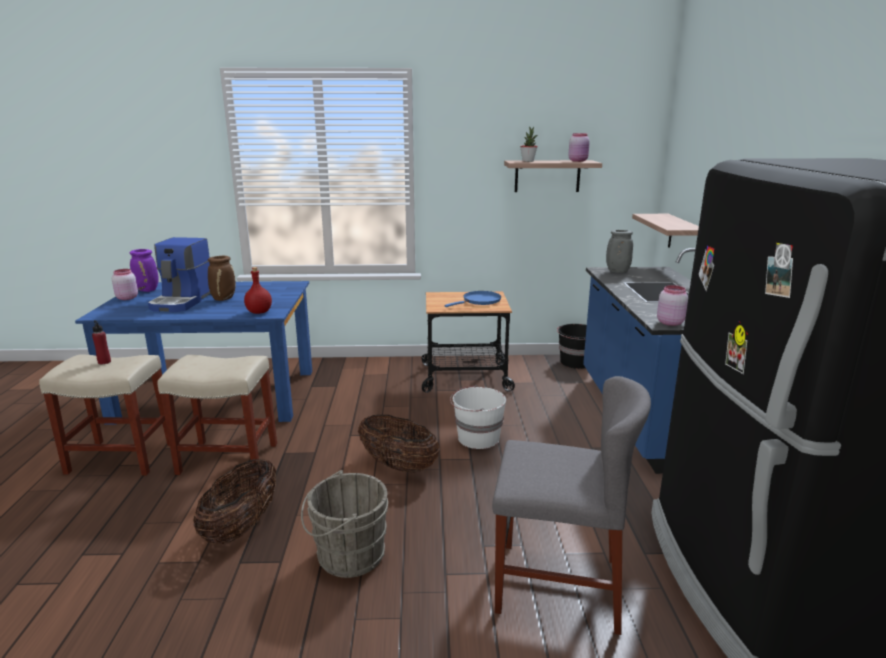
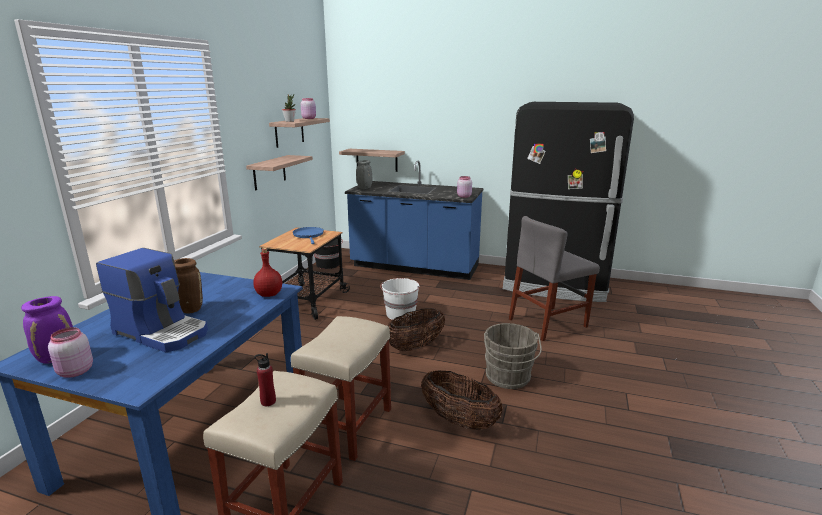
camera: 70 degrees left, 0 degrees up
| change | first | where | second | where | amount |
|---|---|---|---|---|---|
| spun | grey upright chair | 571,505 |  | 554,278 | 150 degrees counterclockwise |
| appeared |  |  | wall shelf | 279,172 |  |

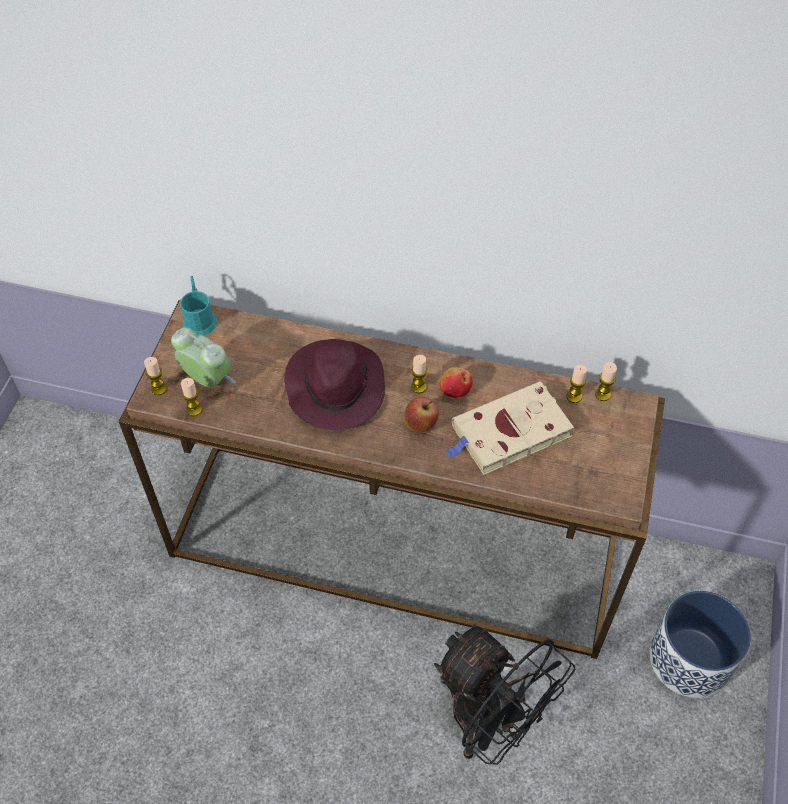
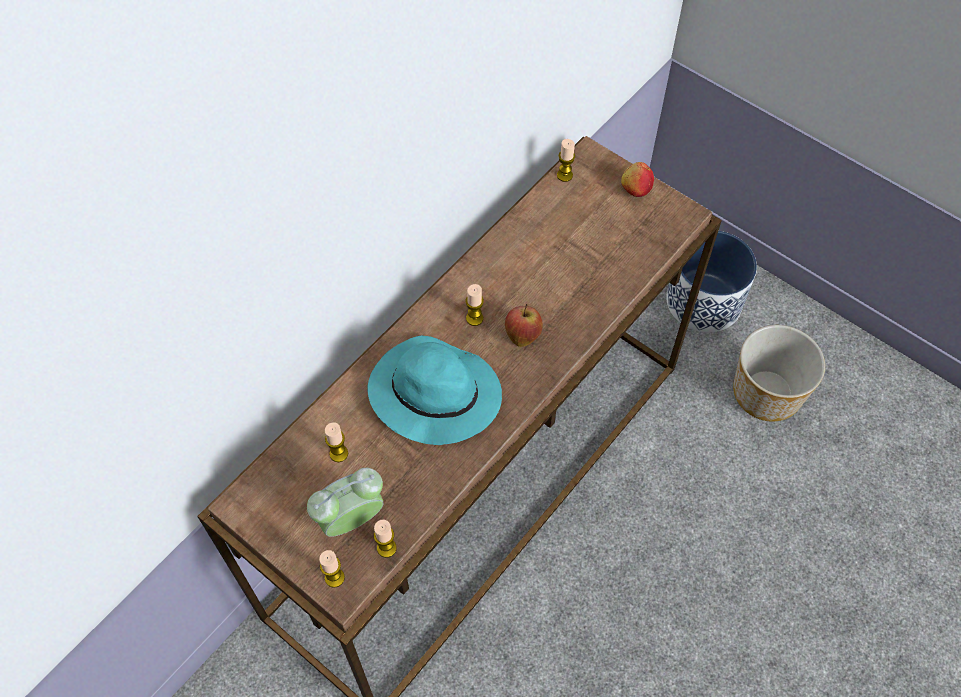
camera: 65 degrees left, 5 degrees up
| change | first | where | second | where | amount |
|---|---|---|---|---|---|
| missing | turquoise-coloured coffee mug | 198,306 |  |  |  |
| colour | purple-coloured wearable hat | 334,384 | turquoise-coloured wearable hat | 434,390 |  |
| missing | black cooling fan | 505,694 |  |  |  |
| relocated | apple fruit | 456,382 |  | 637,179 |  |
| missing | beige-coloured volume | 509,428 |  |  |  |
| relocated | wax light | 576,384 |  | 336,442 |  |
| appeared |  |  | plant pot | 779,373 |  |

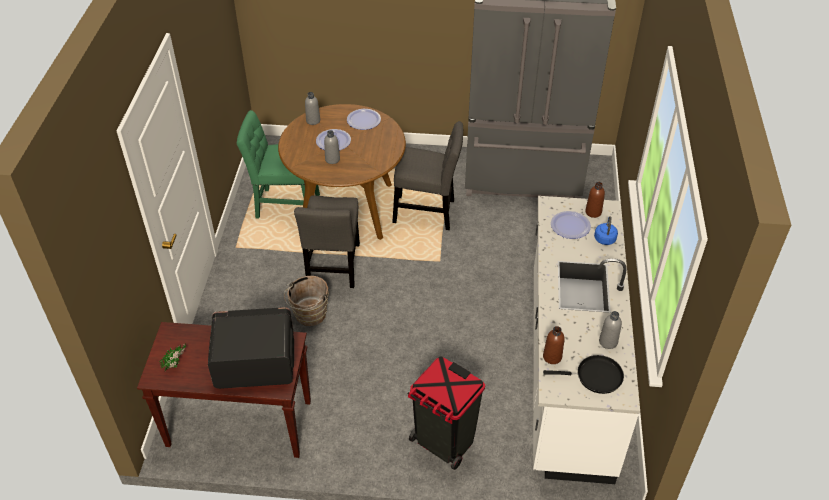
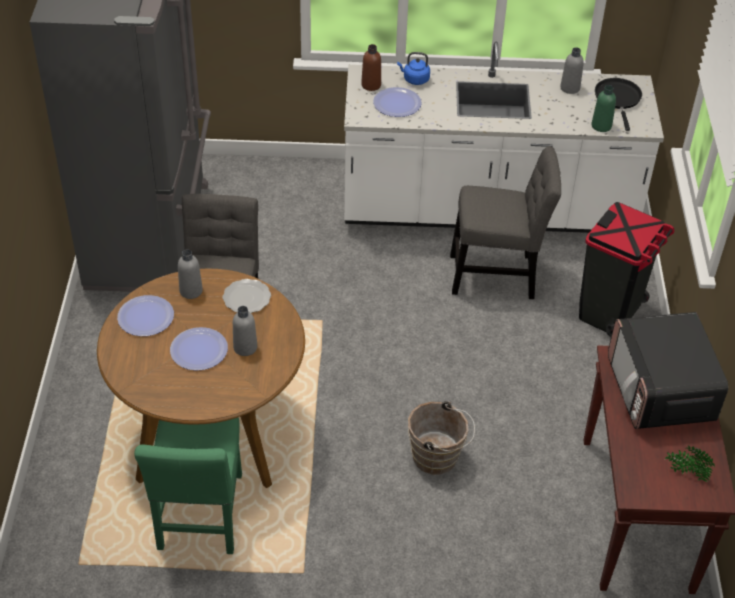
camera: 95 degrees left, 0 degrees up
| change | first | where | second | where | amount |
|---|---|---|---|---|---|
| relocated | grey upright chair | 327,242 |  | 505,222 |  |
| relocated | grey bottle | 312,108 |  | 190,274 |  |
| colour | brownish bottle | 554,345 | green bottle | 604,108 |  |
| appeared |  |  | dinner plate | 247,296 |  |

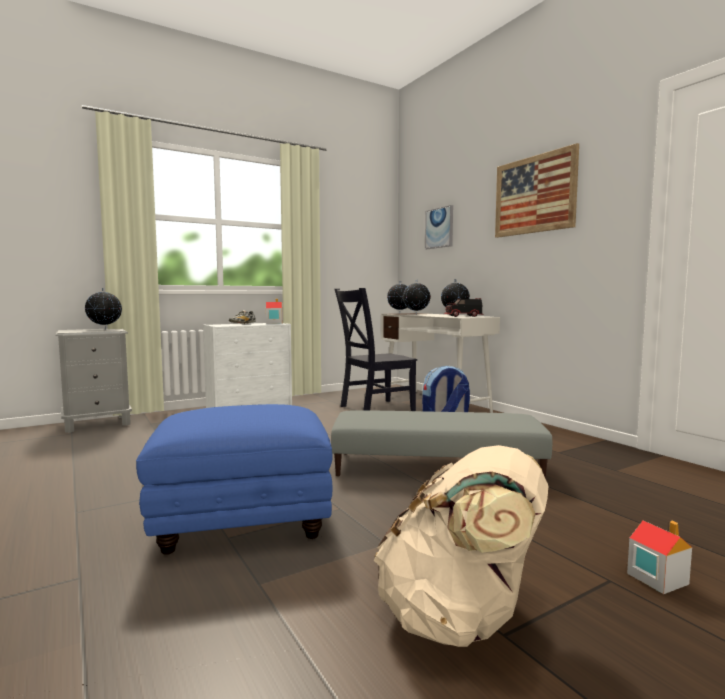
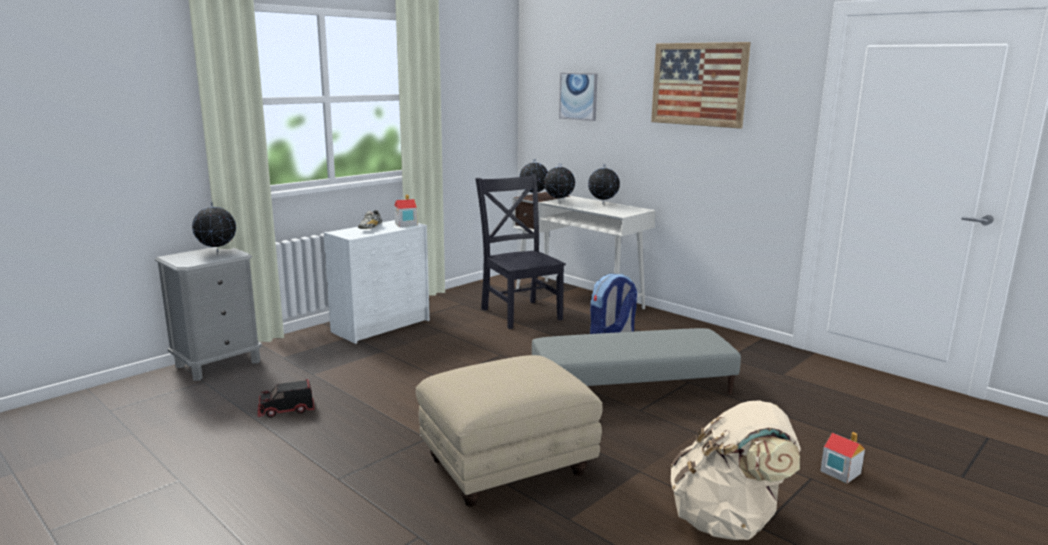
camera: 15 degrees left, 10 degrees up
| change | first | where | second | where | amount |
|---|---|---|---|---|---|
| colour | bluish pouffe | 234,479 | beige-coloured pouffe | 509,431 |  |
| spun | black upright chair | 375,349 |  | 520,251 | 105 degrees clockwise |
| relocated | toy lorry | 463,307 |  | 286,398 |  |

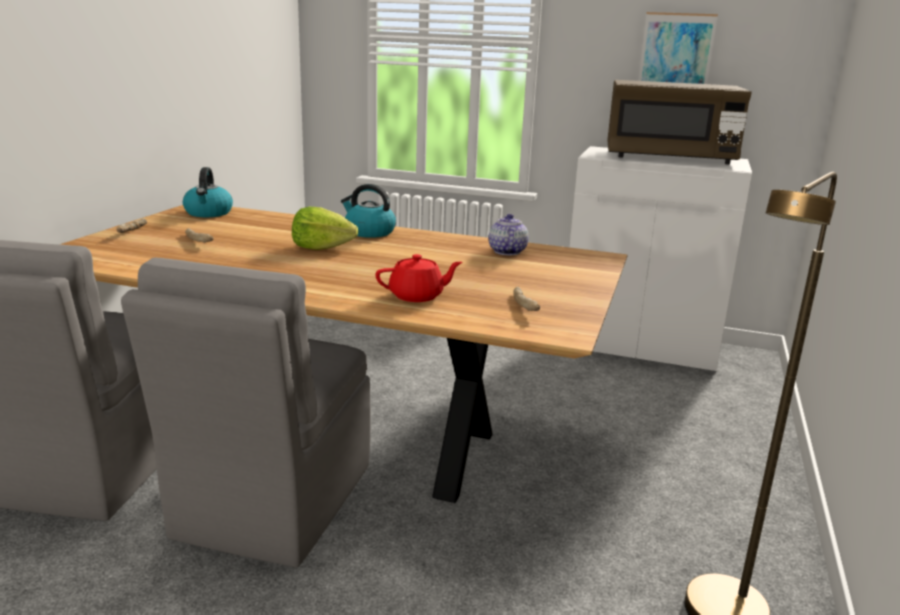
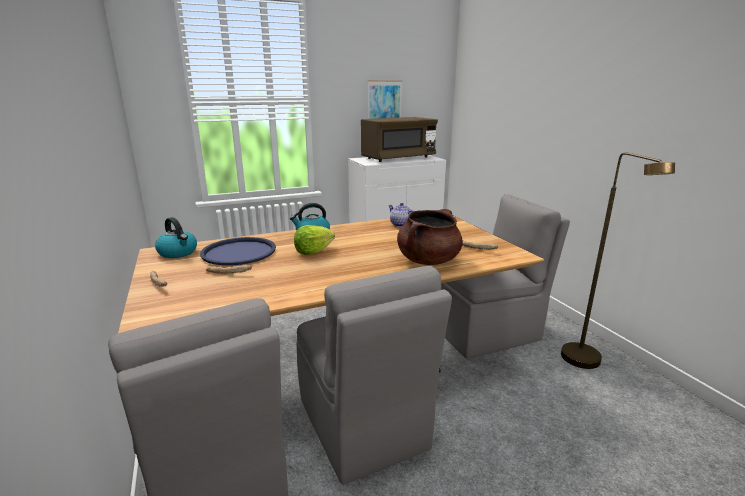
camera: 40 degrees left, 0 degrees up
| change | first | where | second | where | amount |
|---|---|---|---|---|---|
| exchanged | red pot for tea | 418,278 | brownish saucepot | 430,237 |  |
| appeared |  |  | bluish carrying tray | 238,251 |  |
| appeared |  |  | grey upright chair | 505,277 |  |

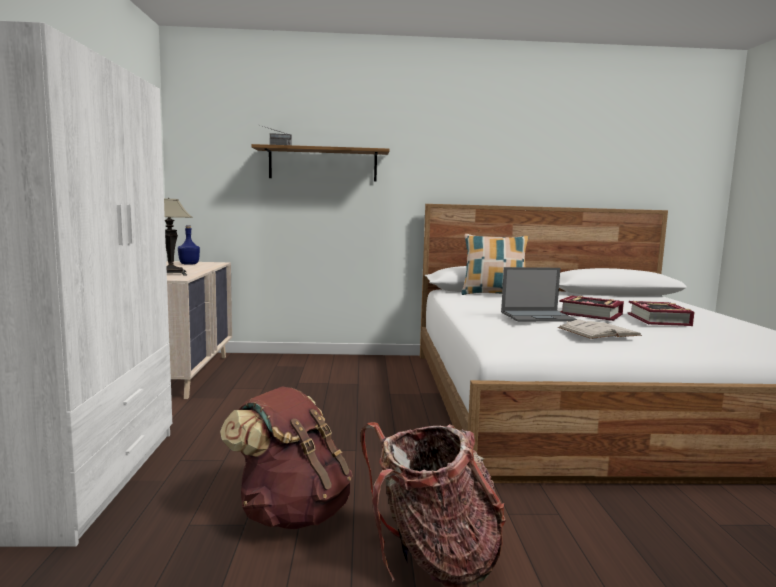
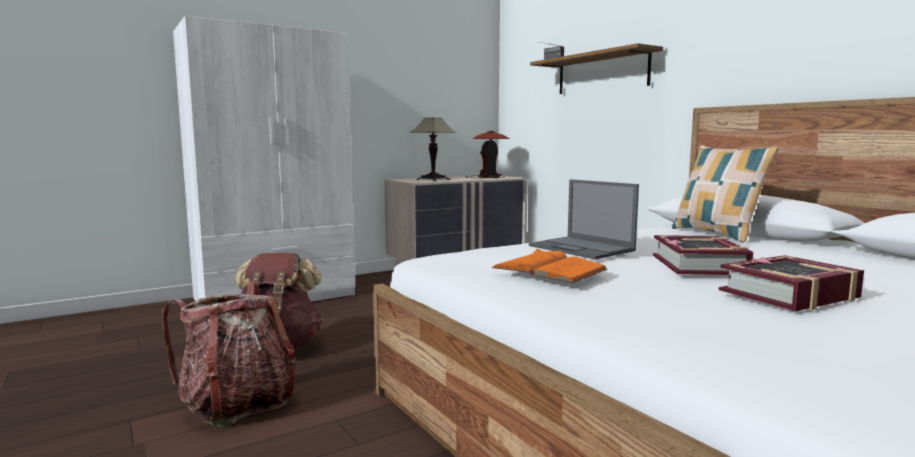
camera: 60 degrees right, 0 degrees up
| change | first | where | second | where | amount |
|---|---|---|---|---|---|
| exchanged | bluish bottle | 189,245 | tabletop lamp | 487,155 |  |
| colour | white-coloured volume | 600,329 | orange volume | 550,266 |  |

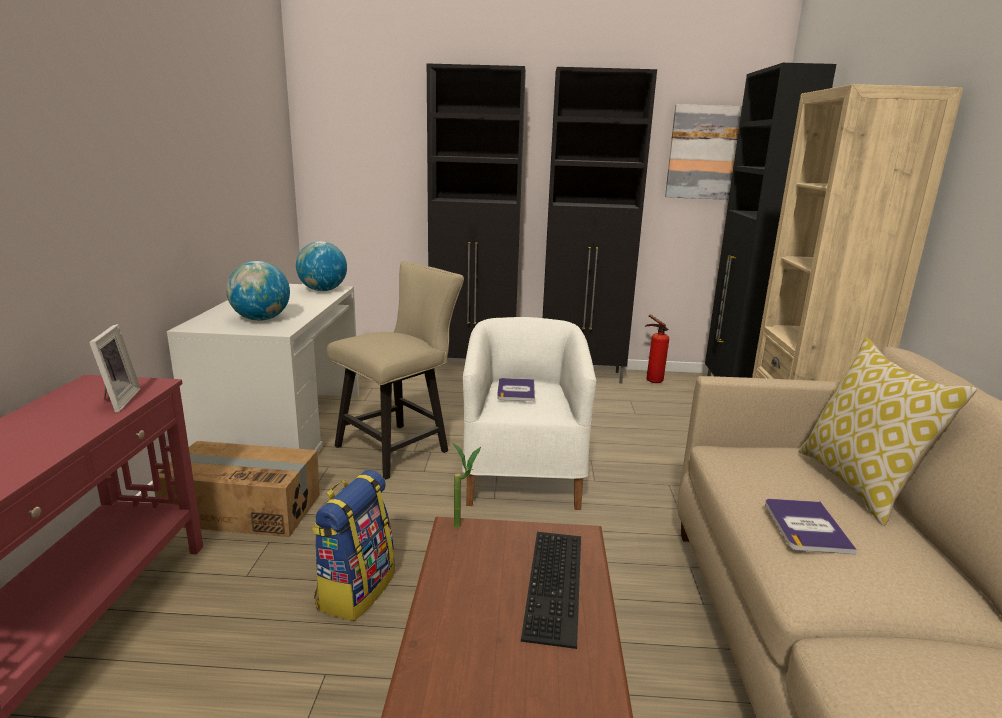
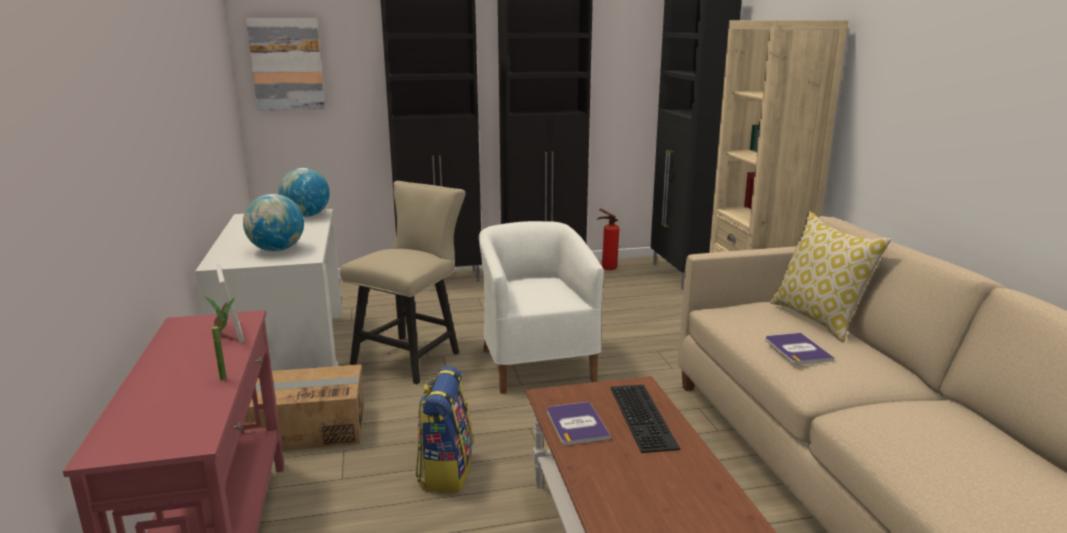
camera: 15 degrees left, 0 degrees up
| change | first | where | second | where | amount |
|---|---|---|---|---|---|
| relocated | houseplant | 466,485 |  | 219,338 |  |
| relocated | volume | 516,389 |  | 579,423 |  |
| relocated | wall picture | 703,152 |  | 285,65 |  |

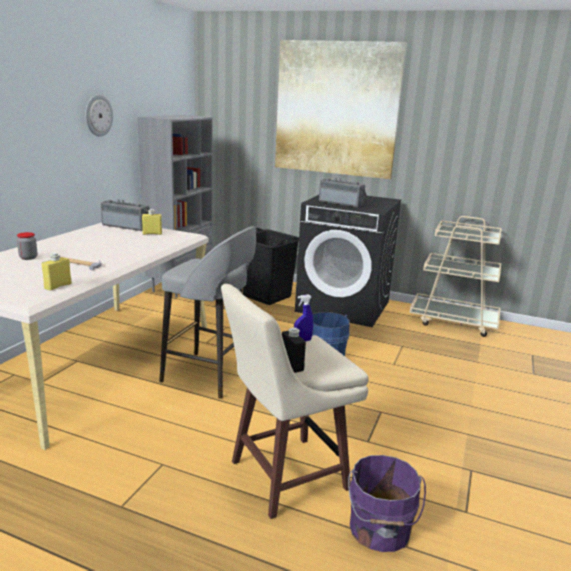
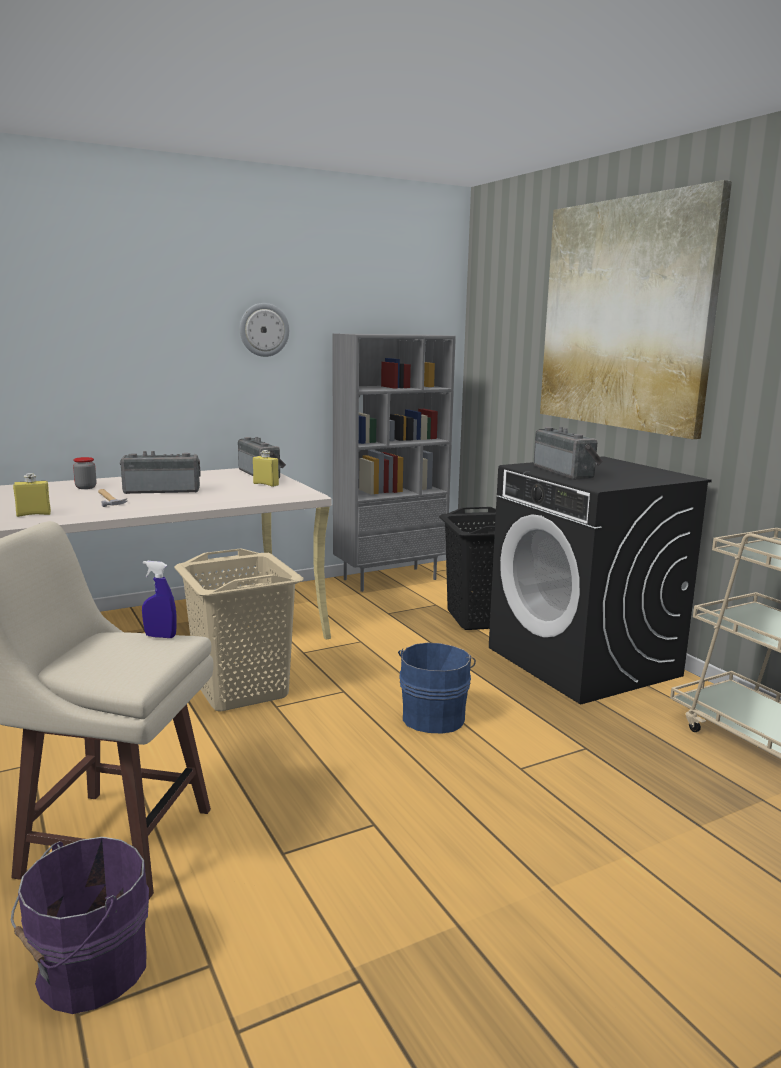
camera: 40 degrees right, 5 degrees down
| change | first | where | second | where | amount |
|---|---|---|---|---|---|
| exchanged | grey stool | 207,312 | beige-coloured laundry basket | 238,630 |  |
| missing | black bottle | 294,350 |  |  |  |
| appeared |  |  | radio receiver | 160,472 |  |

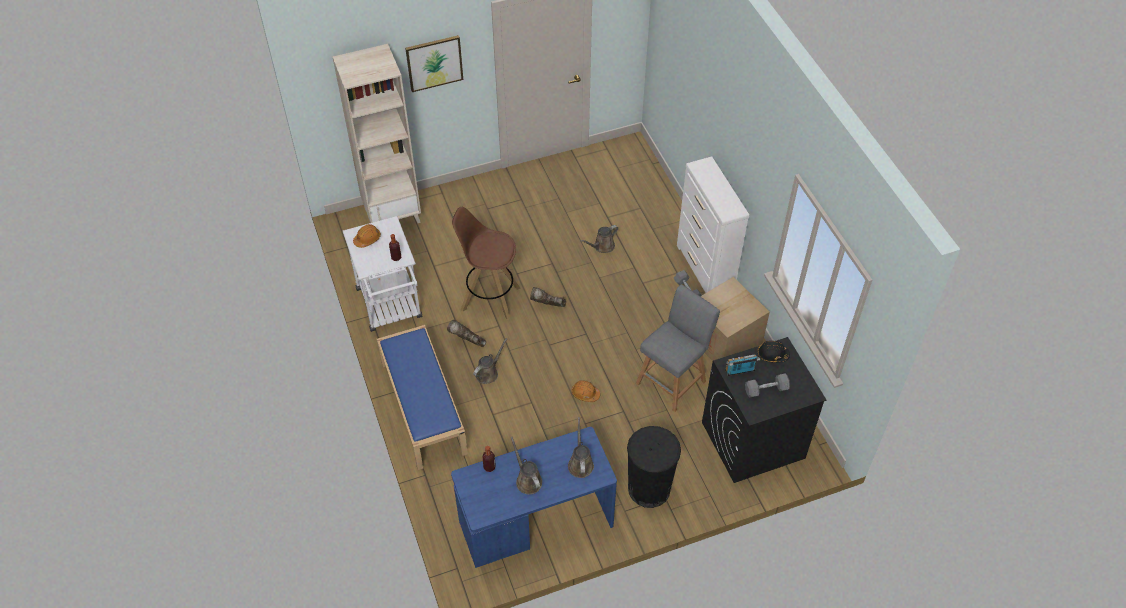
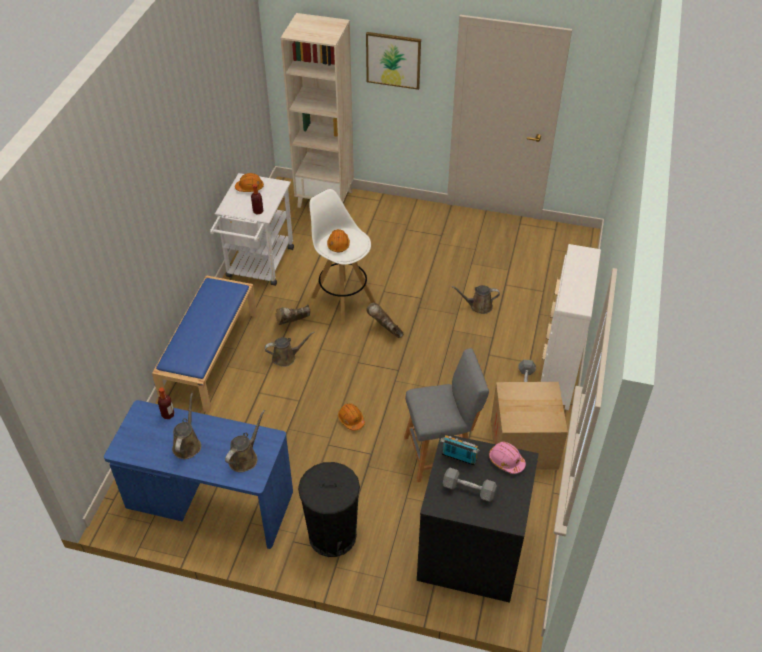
camera: 35 degrees right, 5 degrees down
| change | first | where | second | where | amount |
|---|---|---|---|---|---|
| spun | brownish tall boot | 466,333 |  | 293,314 | 90 degrees counterclockwise |
| colour | brownish stool | 486,263 | white-coloured stool | 342,256 |  |
| colour | black hard hat | 774,352 | pink-coloured hard hat | 507,458 |  |
| appeared |  |  | orange hard hat | 338,241 |  |

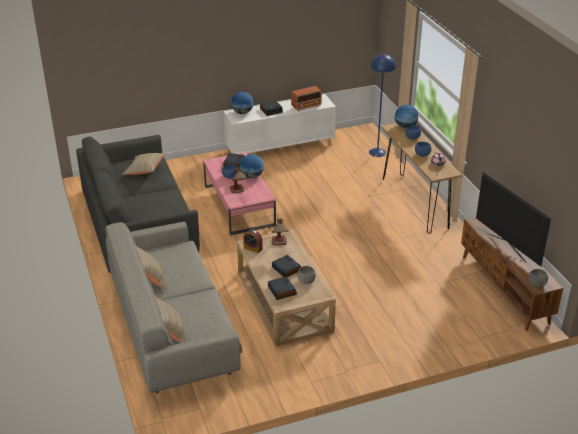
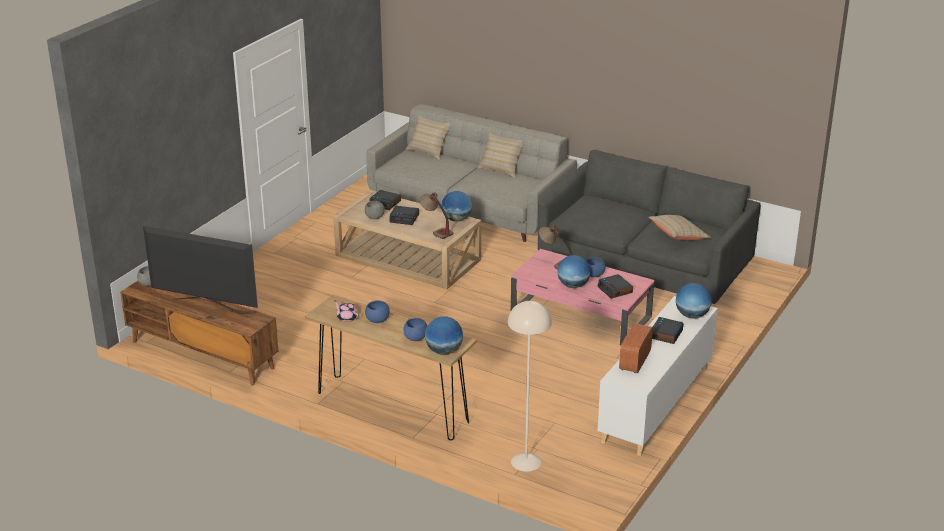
camera: 140 degrees right, 5 degrees down
| change | first | where | second | where | amount |
|---|---|---|---|---|---|
| exchanged | table clock | 253,241 | globe | 456,206 |  |
| colour | bluish standing lamp | 382,105 | beige-coloured standing lamp | 530,386 |  |

